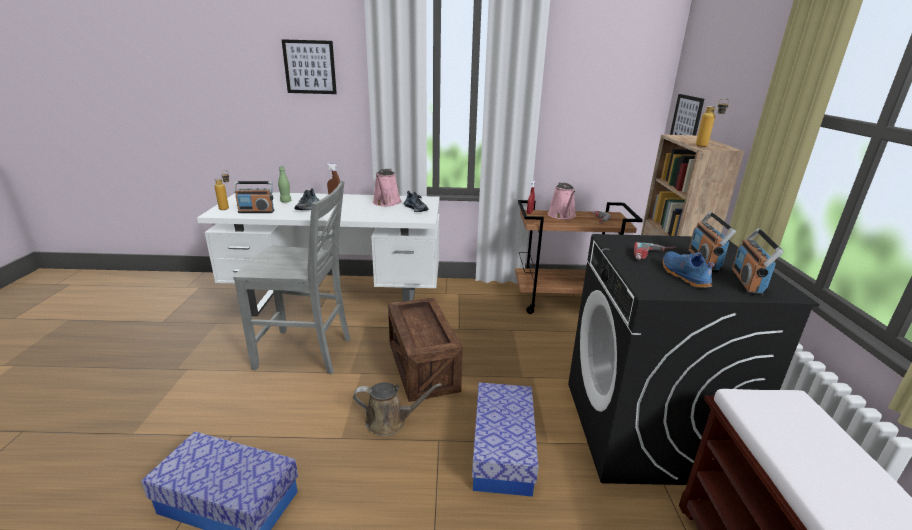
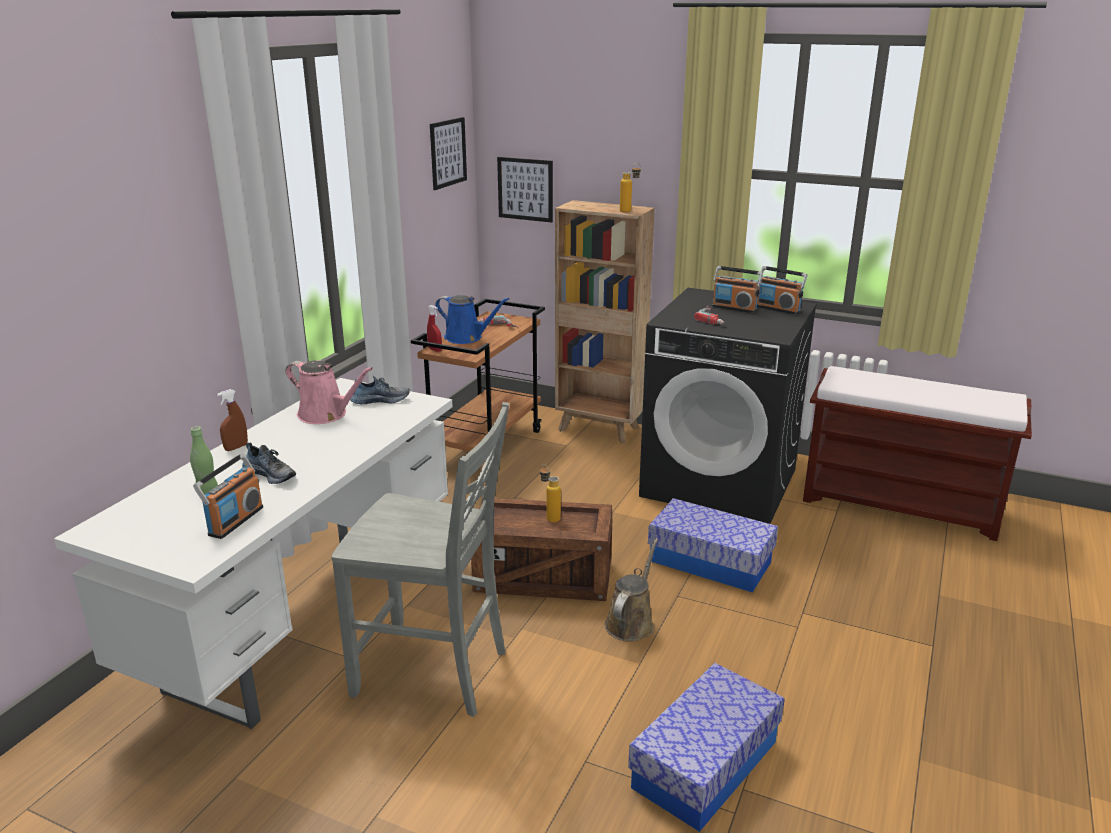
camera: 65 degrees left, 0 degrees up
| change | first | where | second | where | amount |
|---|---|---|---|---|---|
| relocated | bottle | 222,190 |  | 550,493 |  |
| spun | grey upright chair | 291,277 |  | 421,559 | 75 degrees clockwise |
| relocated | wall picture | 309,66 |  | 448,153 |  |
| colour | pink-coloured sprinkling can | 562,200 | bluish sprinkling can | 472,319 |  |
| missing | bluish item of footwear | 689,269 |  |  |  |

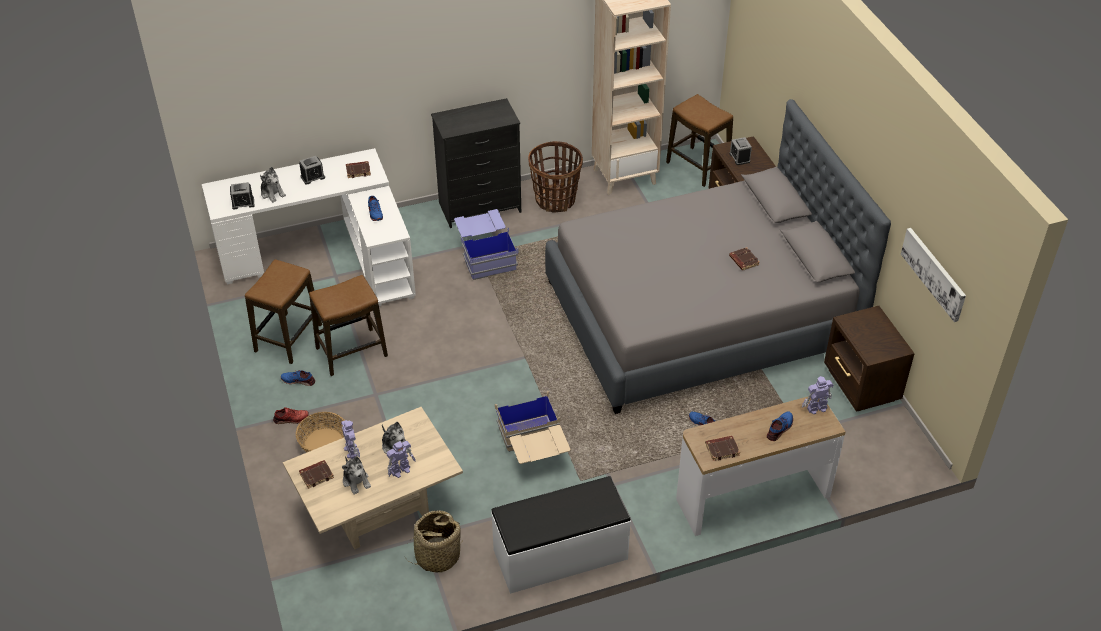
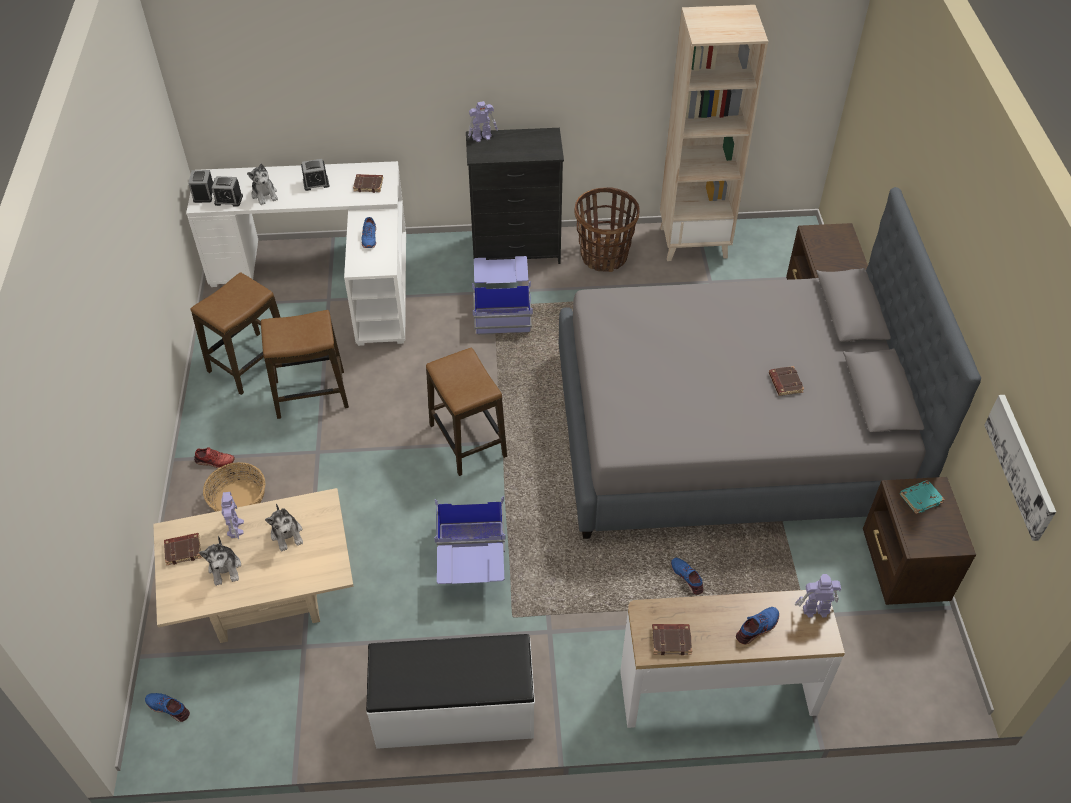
camera: 15 degrees right, 5 degrees up
| change | first | where | second | where | amount |
|---|---|---|---|---|---|
| relocated | bluish item of footwear | 298,378 |  | 167,707 |  |
| relocated | toy robot | 401,459 |  | 483,121 |  |
| missing | basket | 435,541 |  |  |  |
| colour | beige-coloured storage container | 533,427 | bluish storage container | 469,540 |  |
| relocated | stool | 699,140 |  | 466,412 |  |
| relocated | table clock | 741,151 |  | 200,186 |  |
| appeared |  |  | turquoise-coloured volume | 922,497 |  |

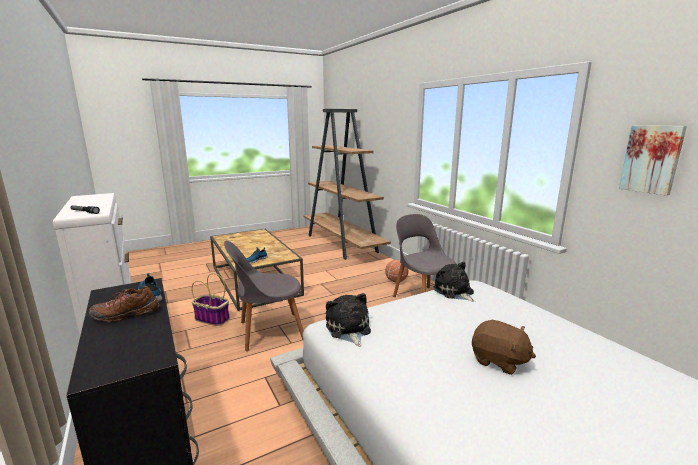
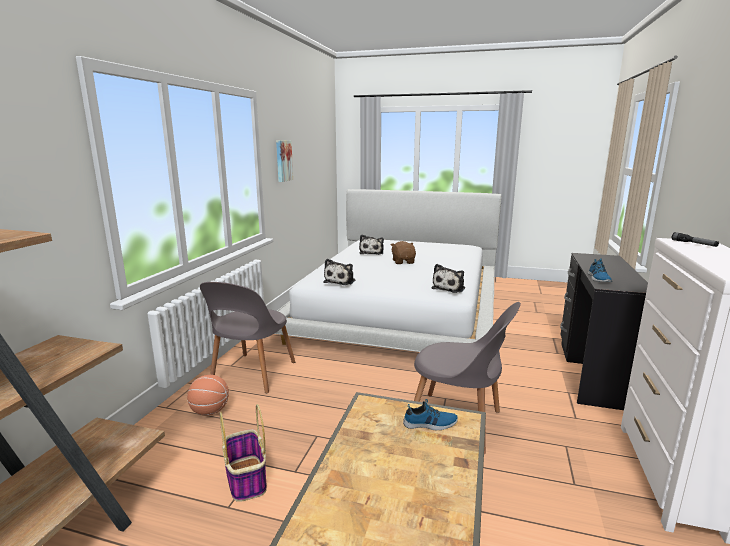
camera: 135 degrees left, 0 degrees up
| change | first | where | second | where | amount |
|---|---|---|---|---|---|
| missing | brownish item of footwear | 124,303 |  |  |  |
| relocated | basket | 210,299 |  | 243,453 |  |
| appeared |  |  | plush toy | 371,245 |  |

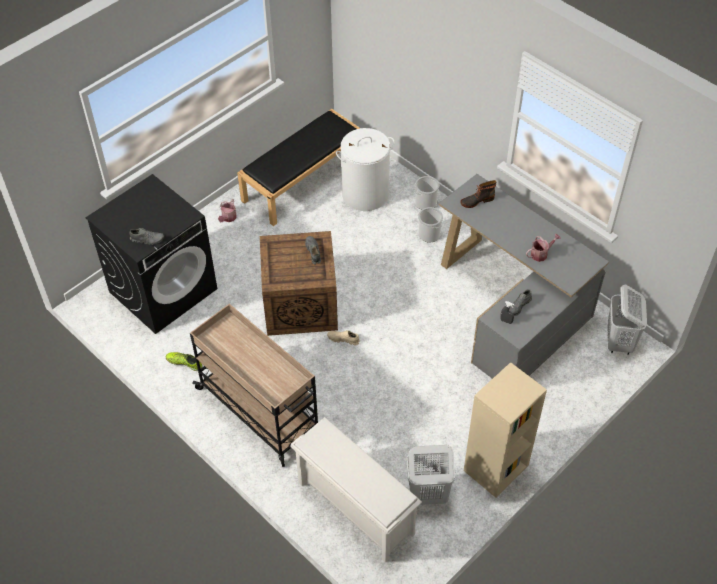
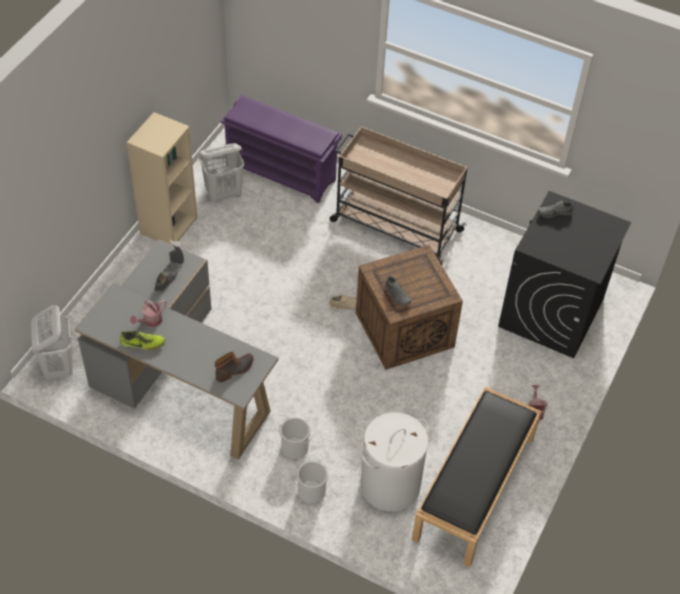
camera: 160 degrees right, 0 degrees up
| change | first | where | second | where | amount |
|---|---|---|---|---|---|
| relocated | item of footwear | 184,361 |  | 142,340 |  |
| colour | white-coloured shoe shelf | 356,490 | purple-coloured shoe shelf | 281,149 |  |

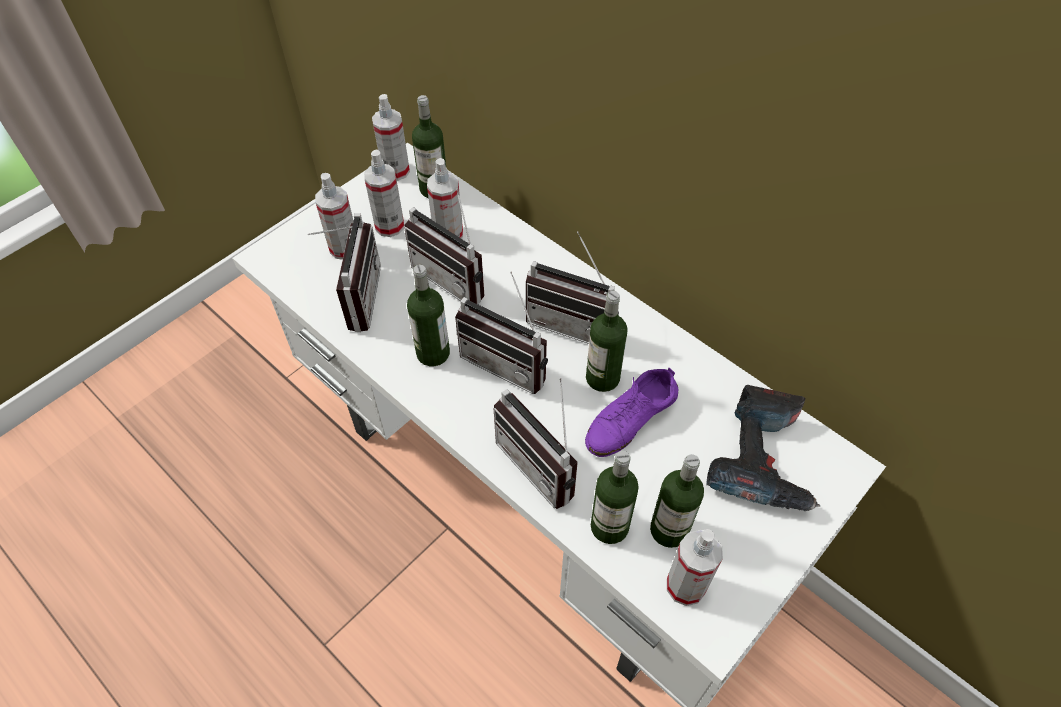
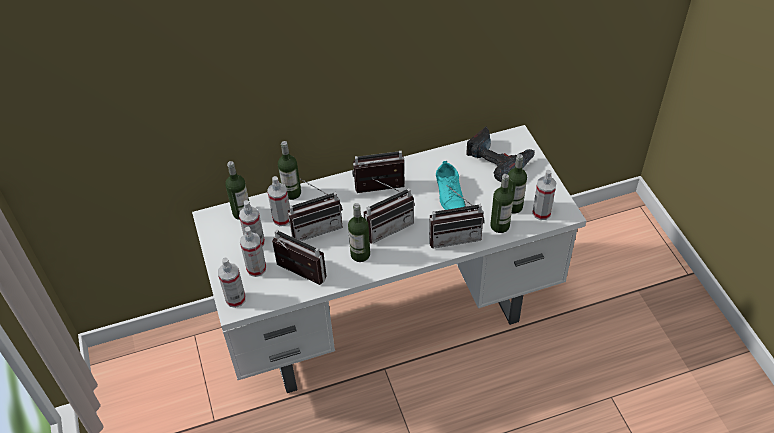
camera: 60 degrees left, 5 degrees down
| change | first | where | second | where | amount |
|---|---|---|---|---|---|
| relocated | spray bottle | 391,137 |  | 232,282 |  |
| spun | radio receiver | 572,287 |  | 378,172 | 150 degrees counterclockwise |
| colour | purple-coloured item of footwear | 632,412 | turquoise-coloured item of footwear | 451,185 |  |
| relocated | bottle | 607,341 |  | 289,170 |  |

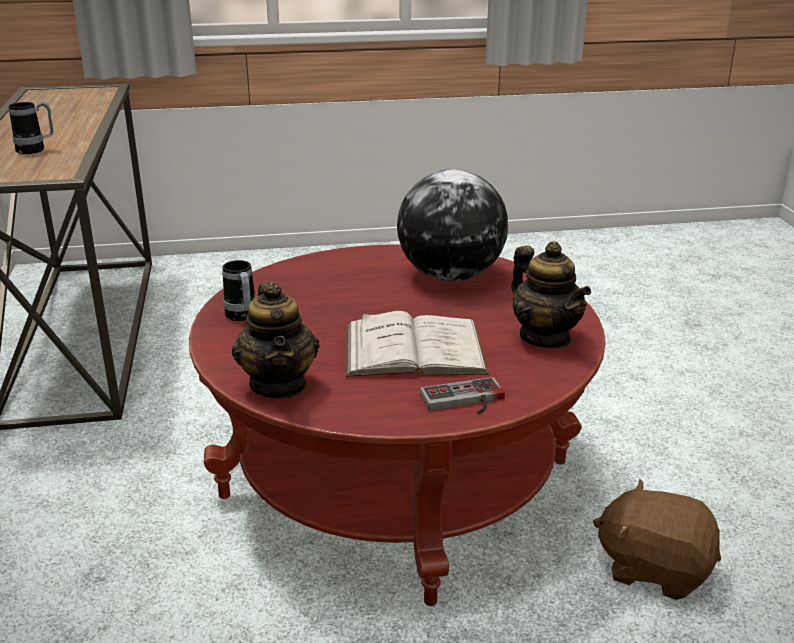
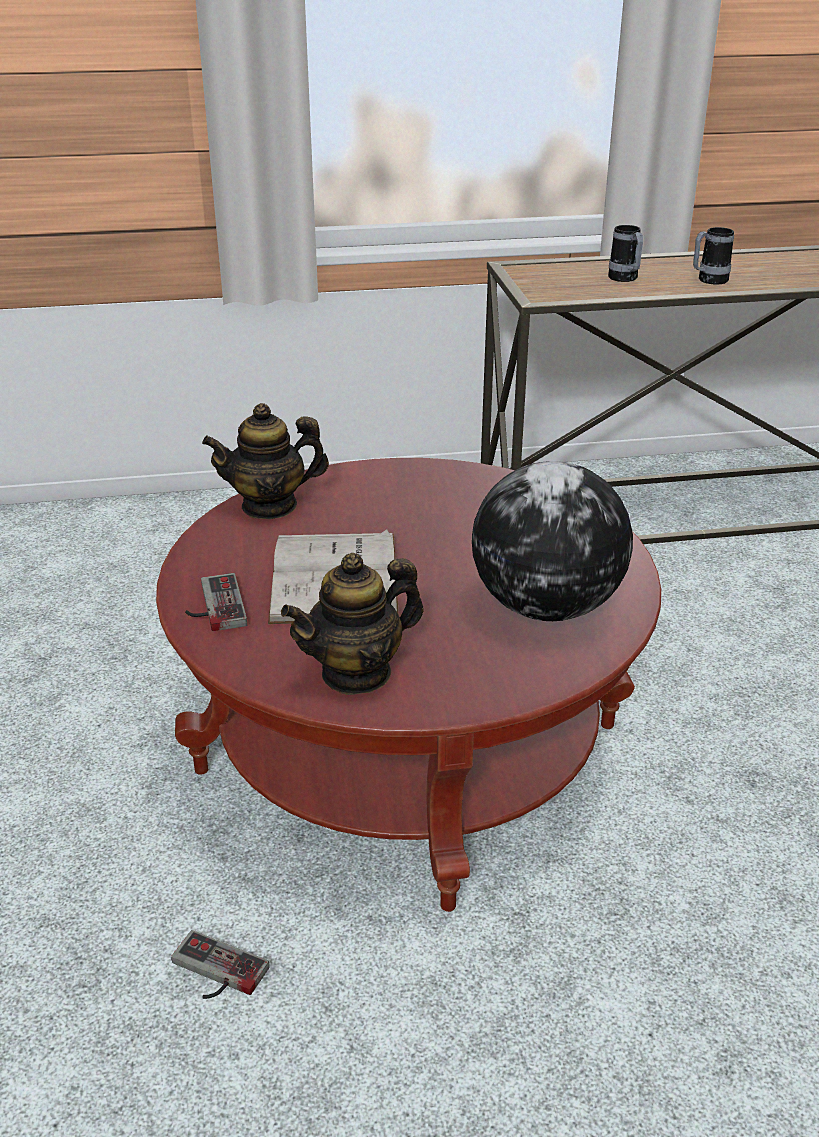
camera: 90 degrees right, 5 degrees up
| change | first | where | second | where | amount |
|---|---|---|---|---|---|
| relocated | coffee mug | 239,290 |  | 713,256 |  |
| exchanged | brownish plush toy | 657,539 | gamepad | 220,964 |  |

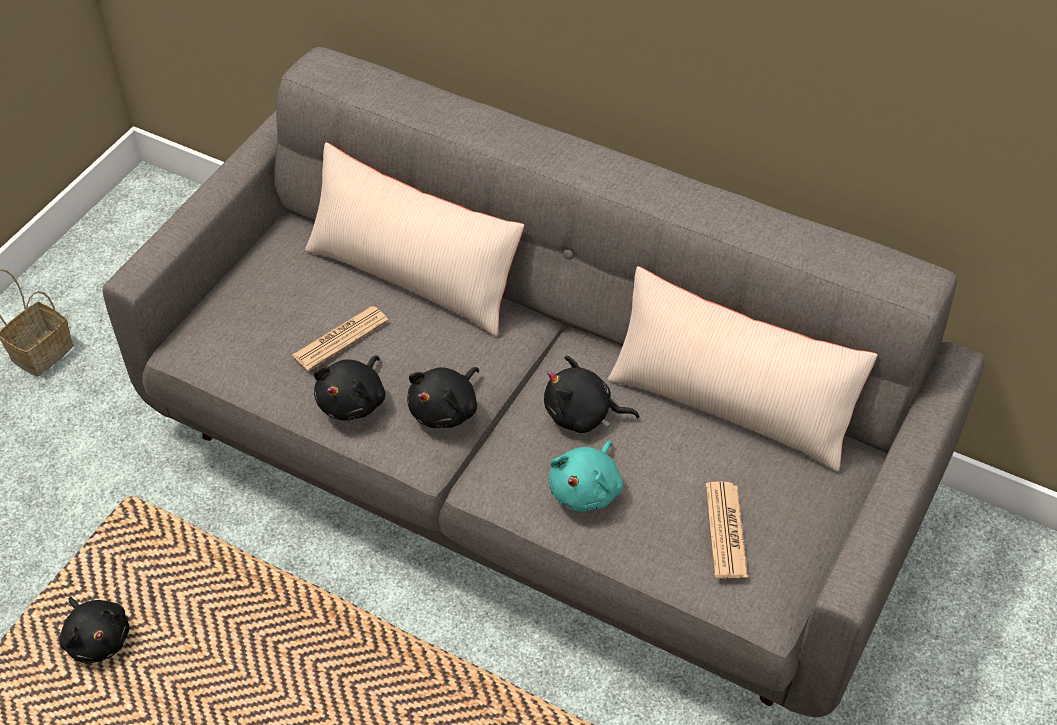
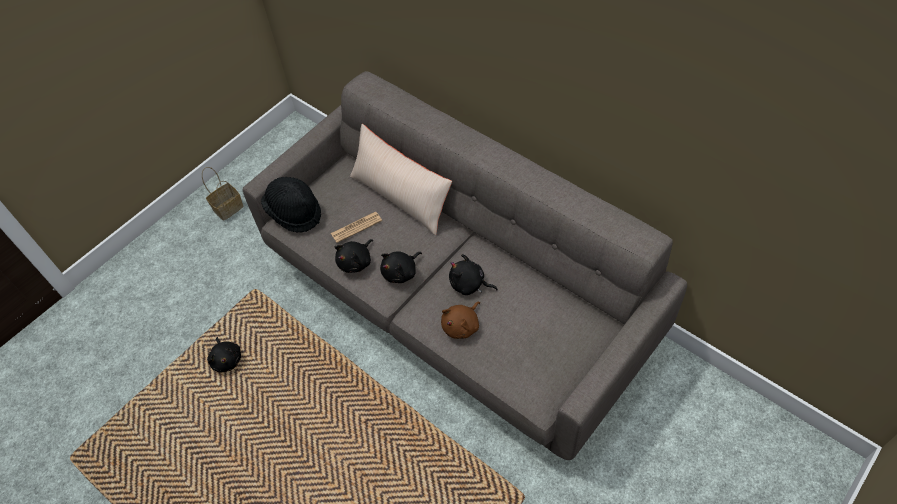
camera: 15 degrees right, 5 degrees up
| change | first | where | second | where | amount |
|---|---|---|---|---|---|
| colour | turquoise-coloured plush toy | 585,476 | brownish plush toy | 460,320 |  |
| missing | beige-coloured pillow | 742,369 |  |  |  |
| missing | daily paper | 726,529 |  |  |  |
| appeared |  |  | black wearable hat | 291,205 |  |

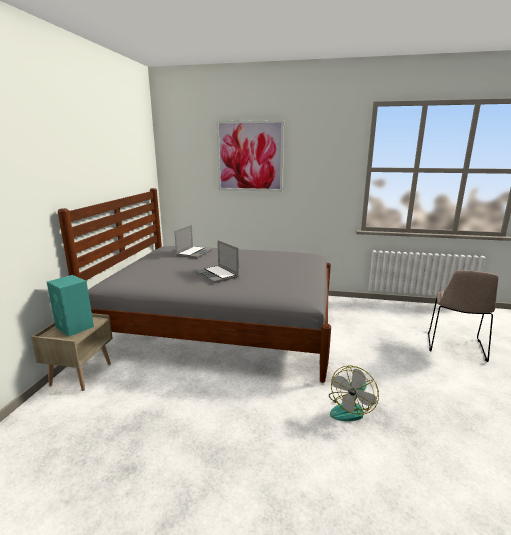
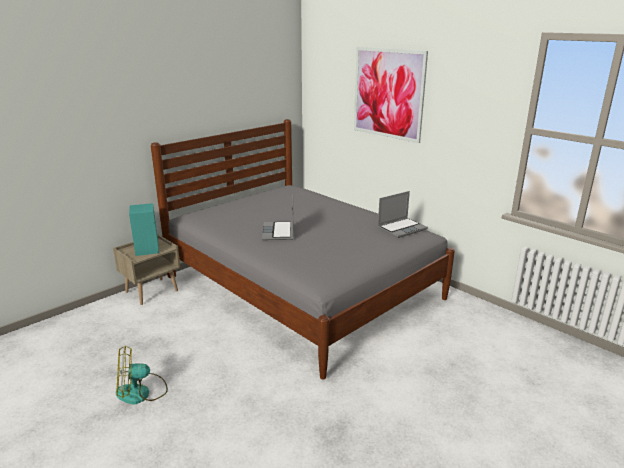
camera: 35 degrees right, 5 degrees up
| change | first | where | second | where | amount |
|---|---|---|---|---|---|
| relocated | notebook computer | 193,241 |  | 403,214 |  |
| relocated | cooling fan | 354,393 |  | 142,374 |  |
| missing | beige-coloured upright chair | 463,316 |  |  |  |

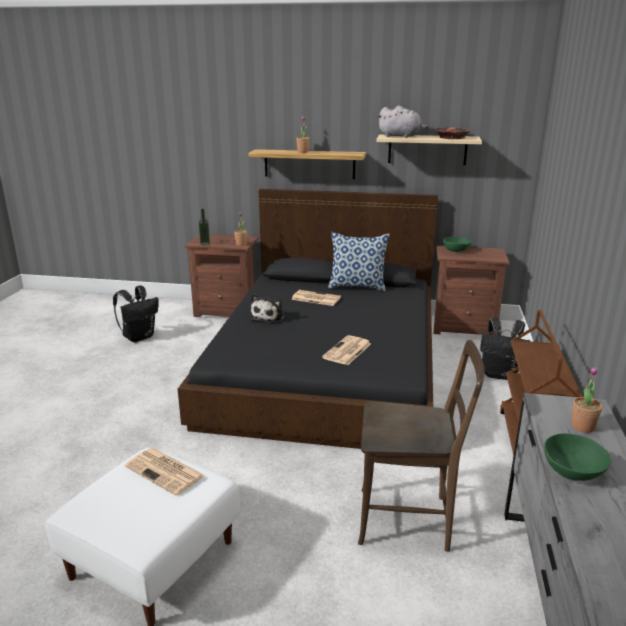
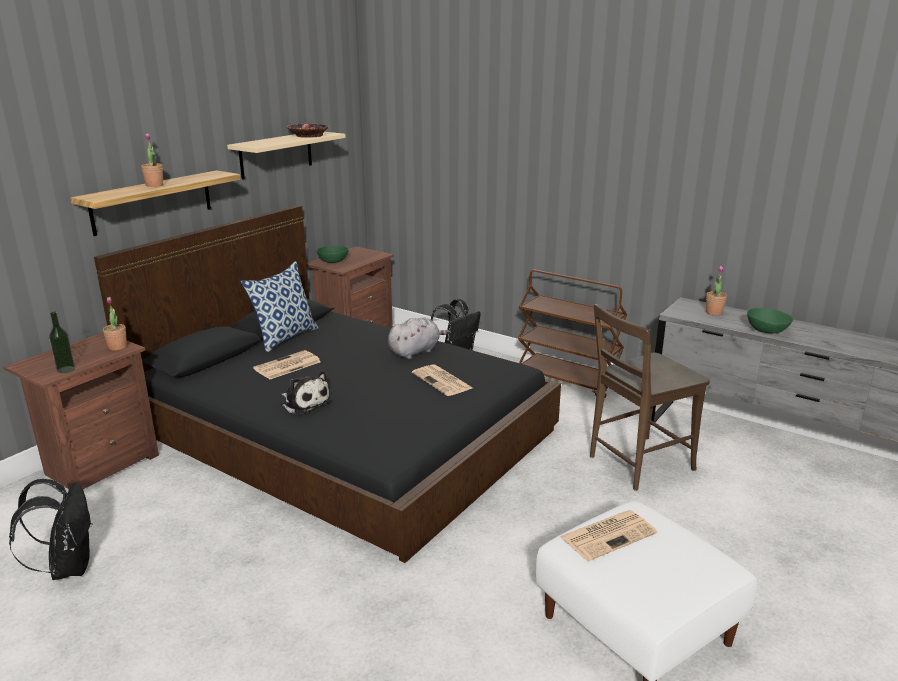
camera: 65 degrees left, 0 degrees up
| change | first | where | second | where | amount |
|---|---|---|---|---|---|
| spun | brownish upright chair | 421,446 |  | 650,397 | 150 degrees counterclockwise |
| relocated | grey plush toy | 403,121 |  | 419,338 |  |

